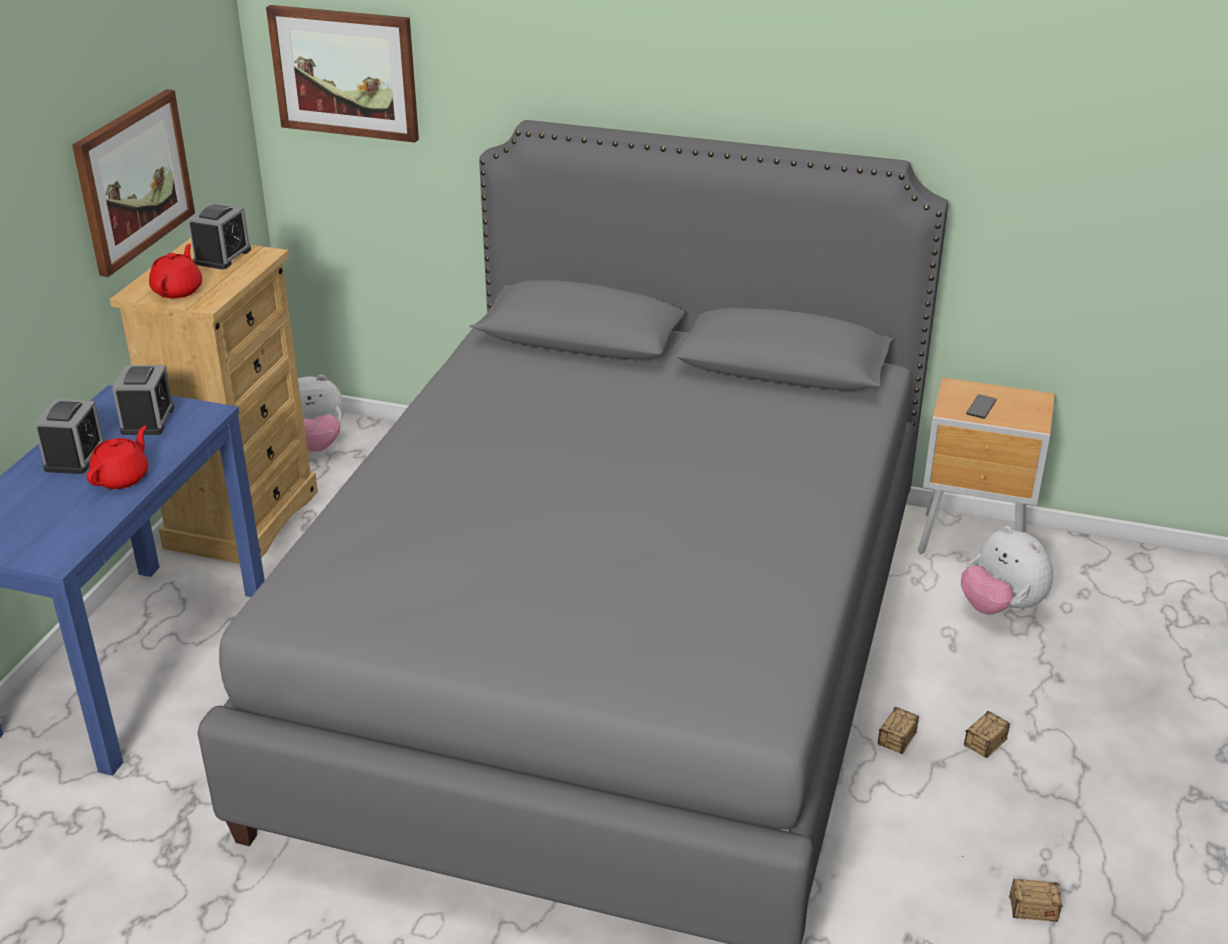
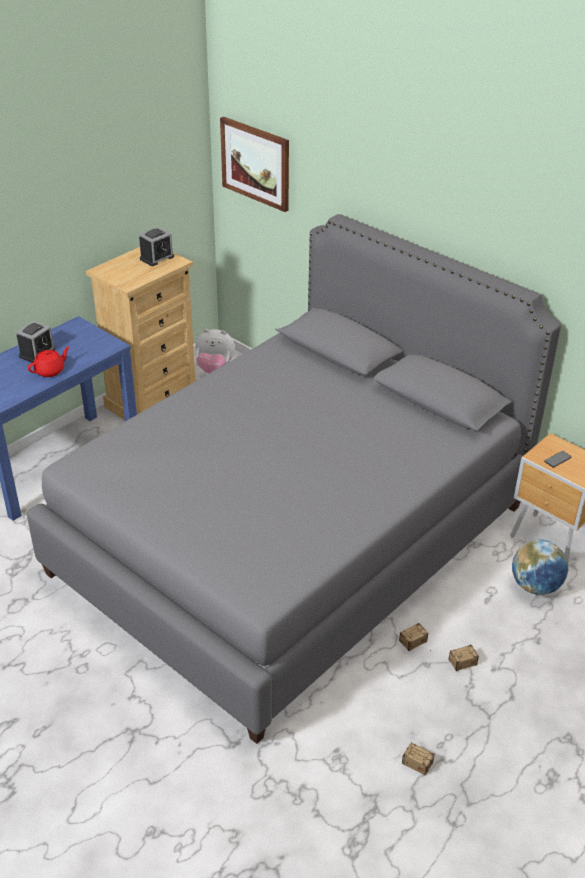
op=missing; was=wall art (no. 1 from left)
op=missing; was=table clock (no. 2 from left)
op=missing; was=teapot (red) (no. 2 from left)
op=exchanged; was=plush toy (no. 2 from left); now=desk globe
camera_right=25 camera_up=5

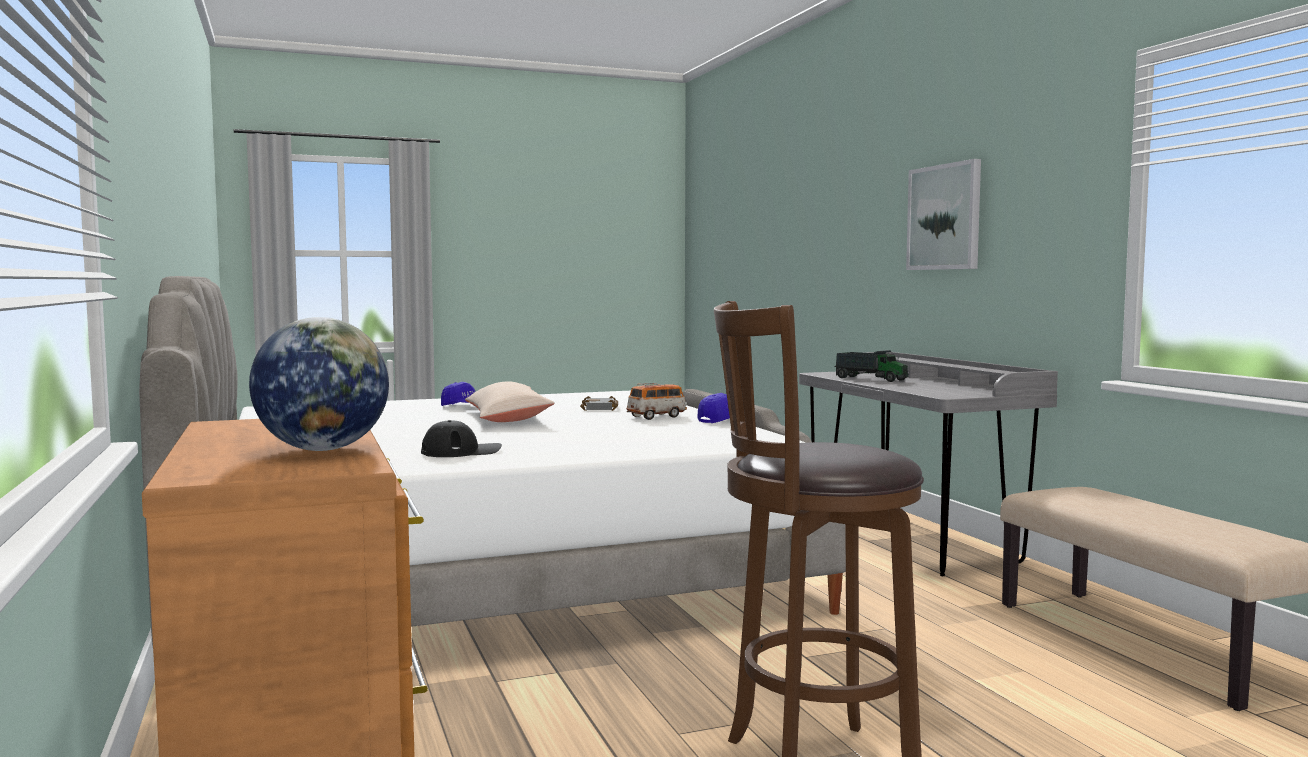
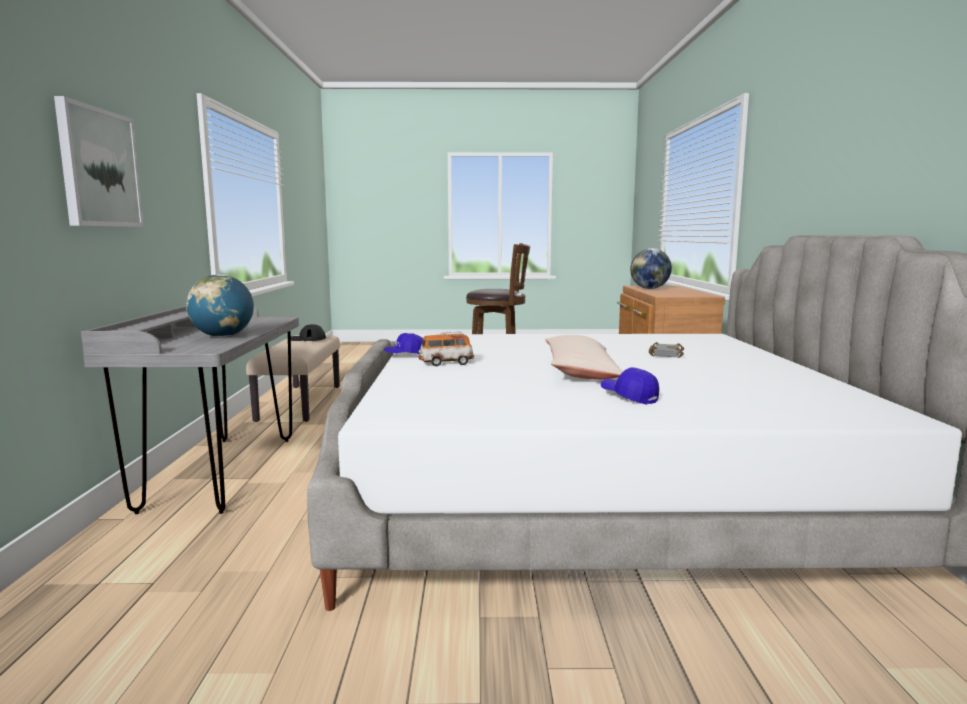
op=relocated; was=baseball cap (black-coloured)
op=relocated; was=bound book (gray)
op=exchanged; was=toy lorry; now=desk globe (no. 1 from left)
camera_right=-160 camera_up=5

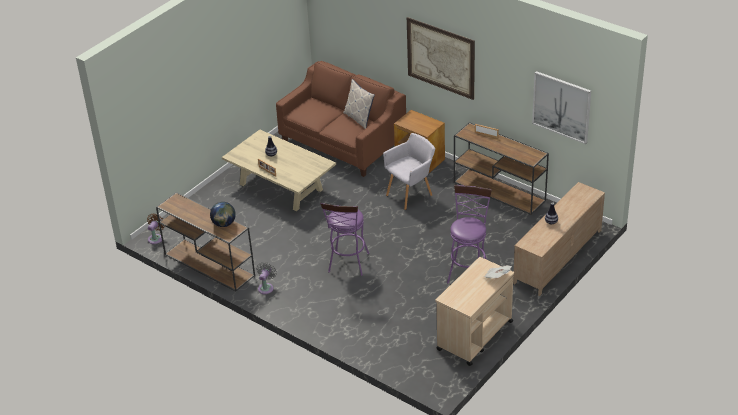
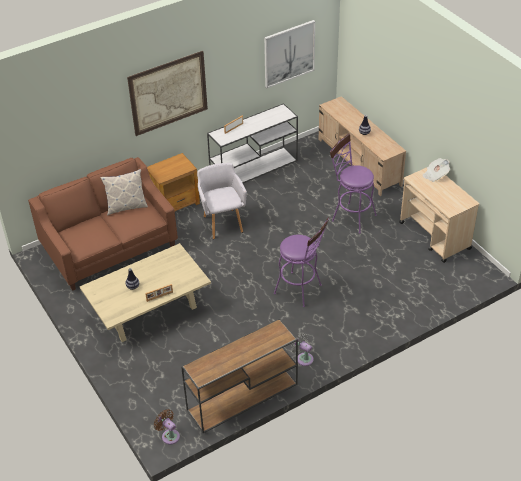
op=missing; was=desk globe
op=colour; was=console table (brown) (no. 2 from left); now=console table (whitish)
camera_right=-70 camera_up=5

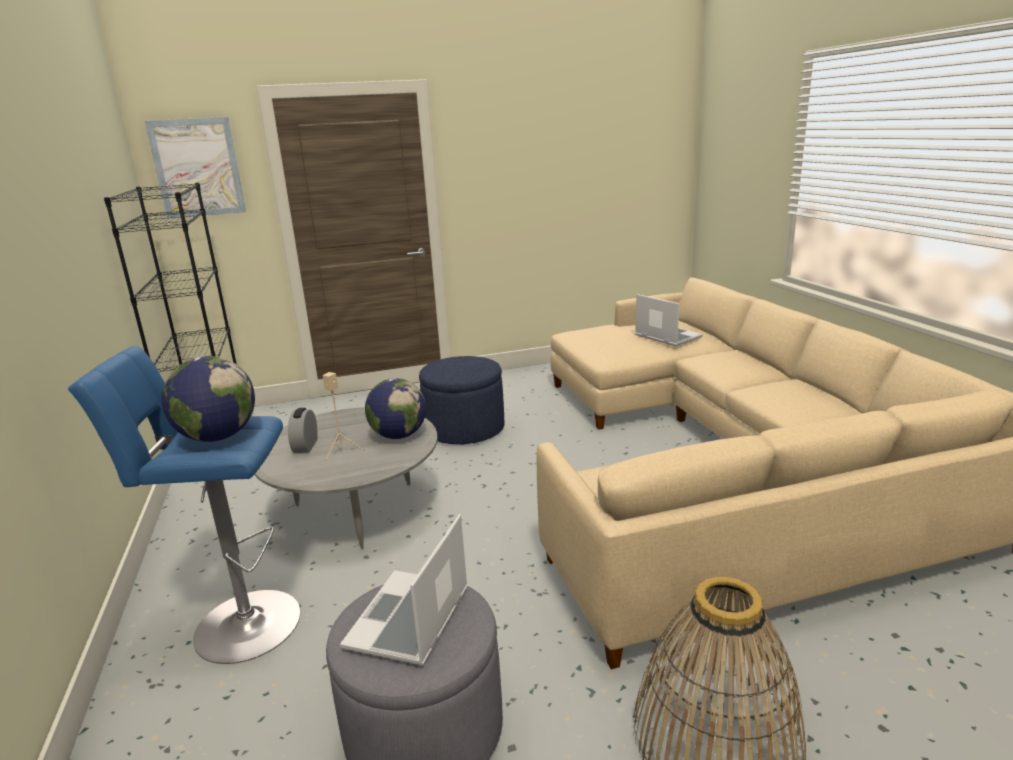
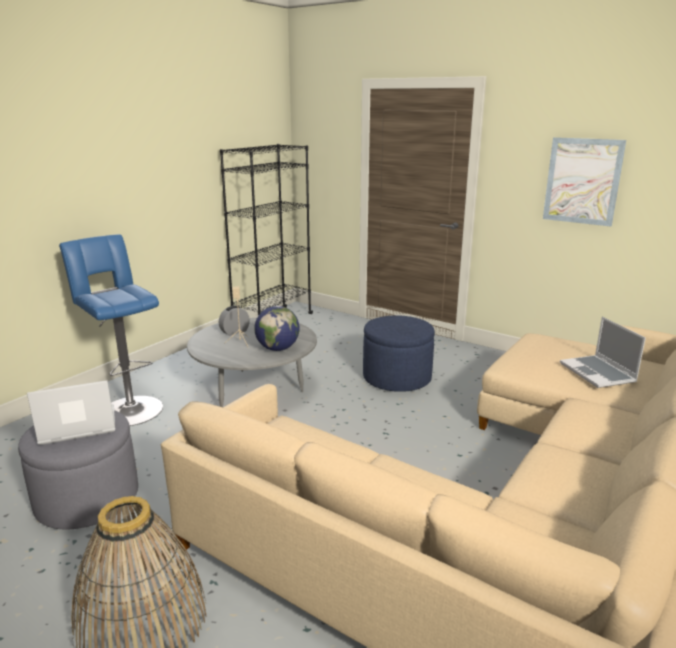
op=relocated; was=wall art
op=missing; was=desk globe (no. 1 from left)
op=spun; was=laptop (no. 2 from left); clockwise=150
camera_right=50 camera_up=0

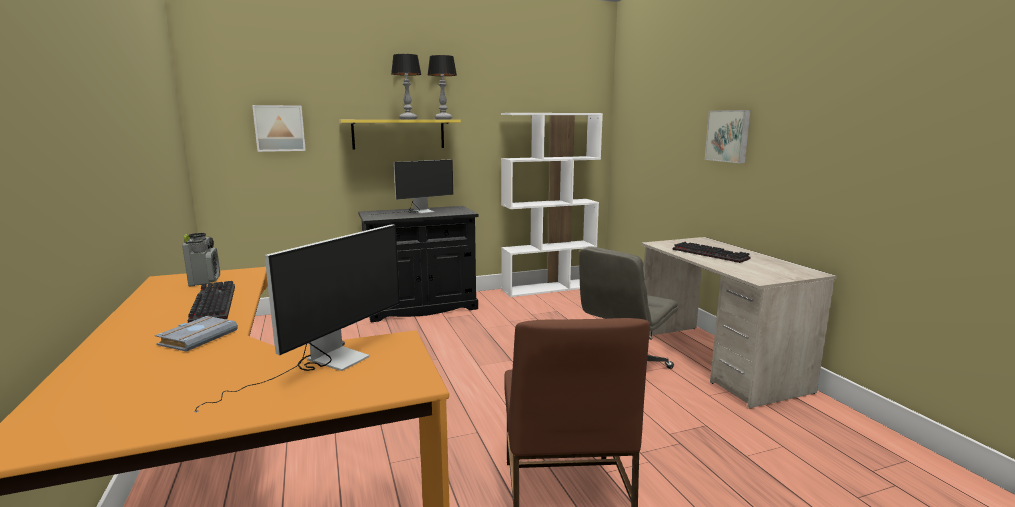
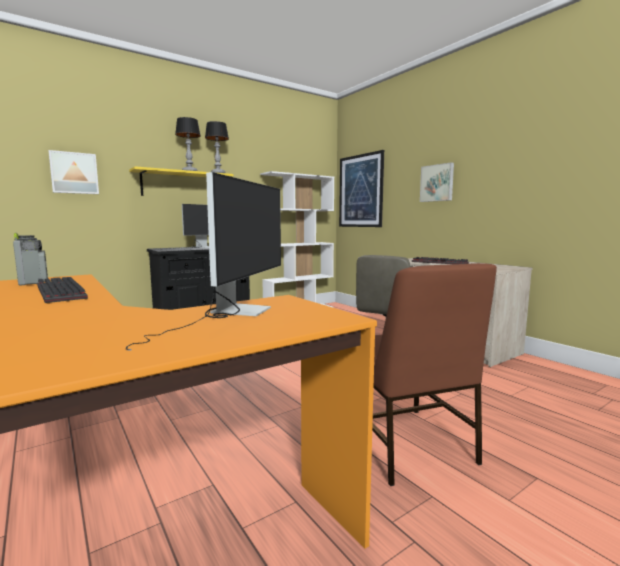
op=missing; was=bound book (gray)
op=appeared; now=wall art (no. 2 from left)
camera_right=-15 camera_up=-5

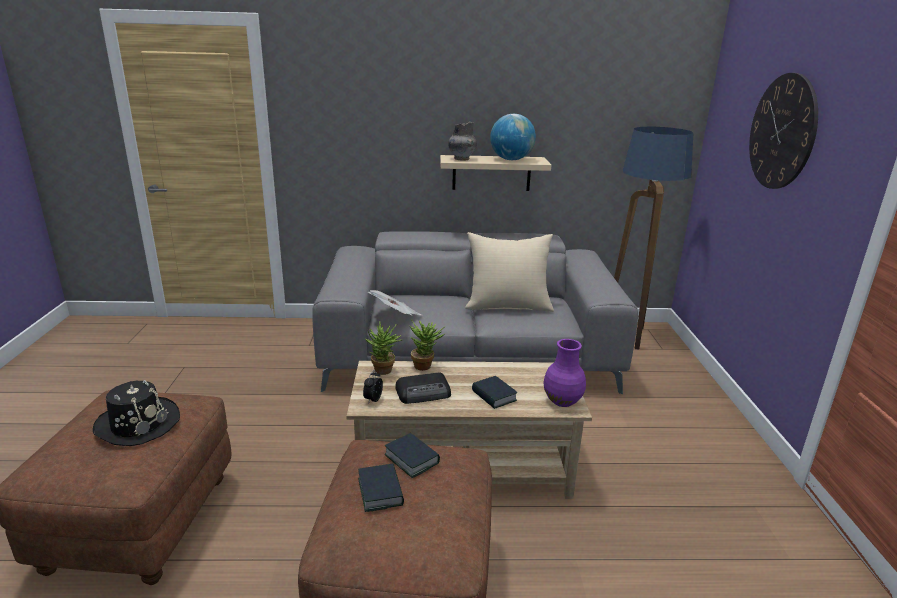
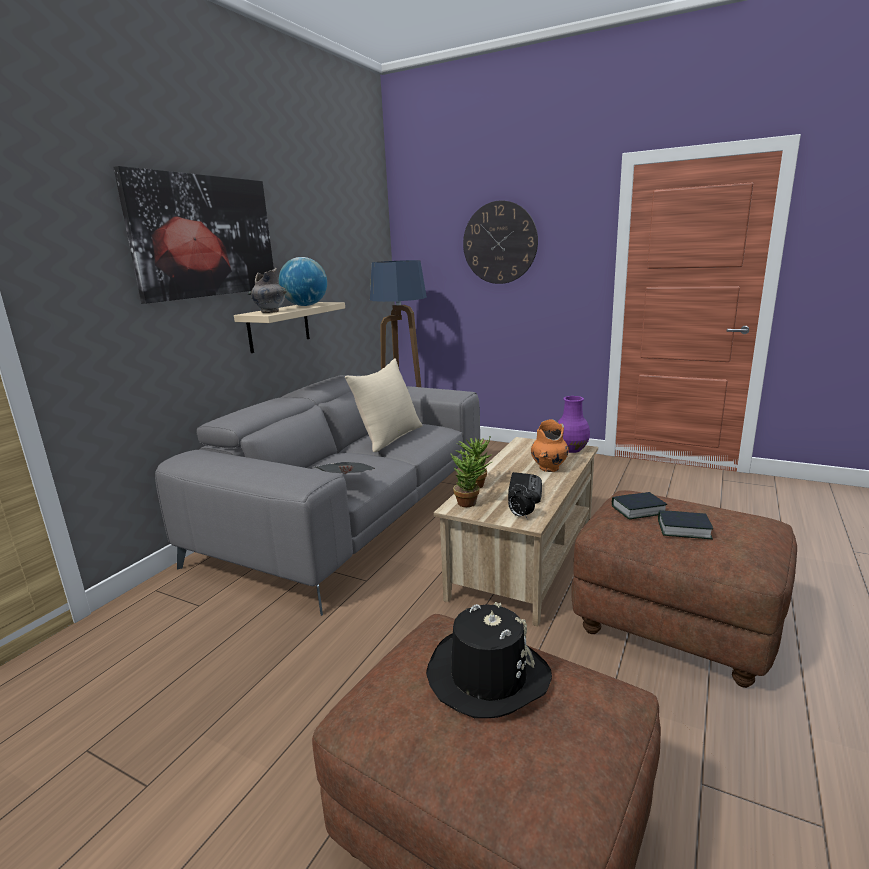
op=exchanged; was=bound book (no. 3 from left); now=flower vase (orangey)
op=appeared; now=wall art
camera_right=-60 camera_up=-5

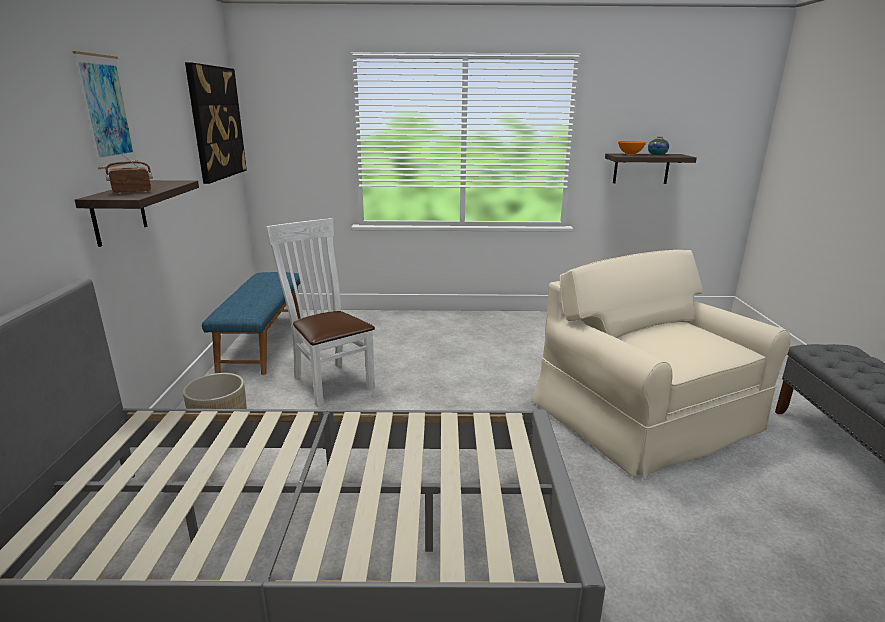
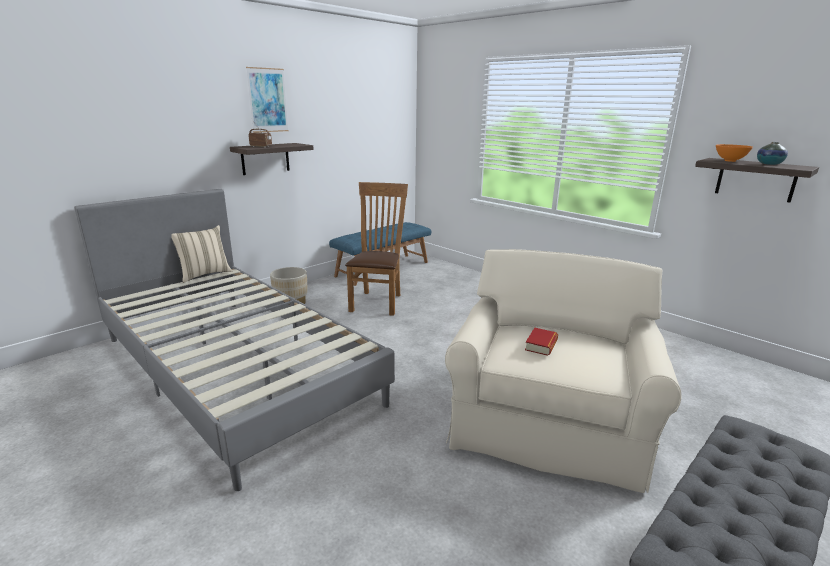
op=missing; was=wall art (no. 2 from left)
op=colour; was=plain chair (whitish); now=plain chair (brown)
op=appeared; now=throw pillow (beige)
op=appeared; now=bound book
camera_right=45 camera_up=0

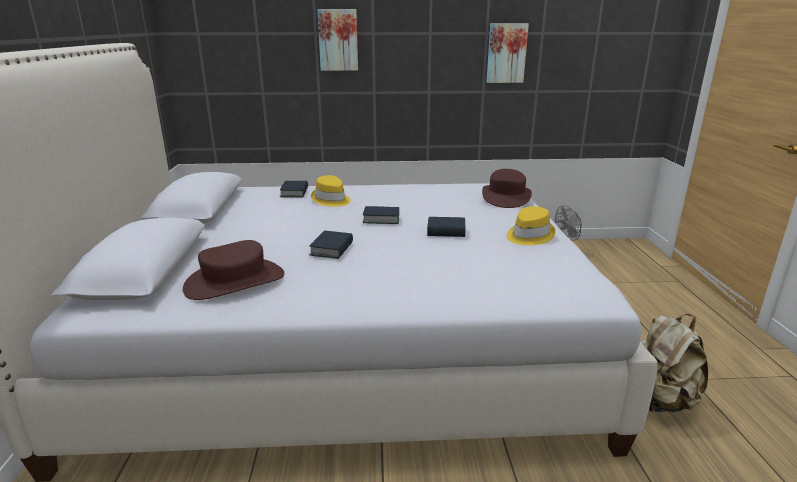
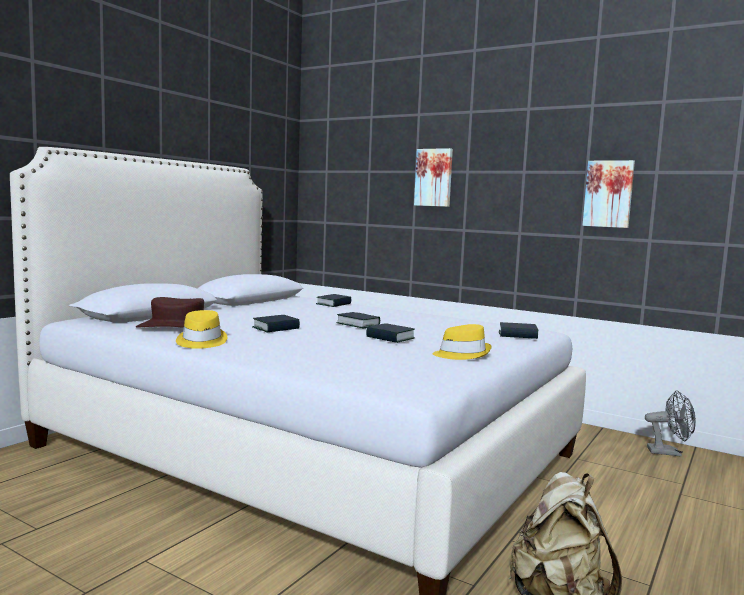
op=relocated; was=hat (yellowish) (no. 1 from left)
op=exchanged; was=hat (brown) (no. 2 from left); now=bound book (no. 5 from left)
camera_right=35 camera_up=-15

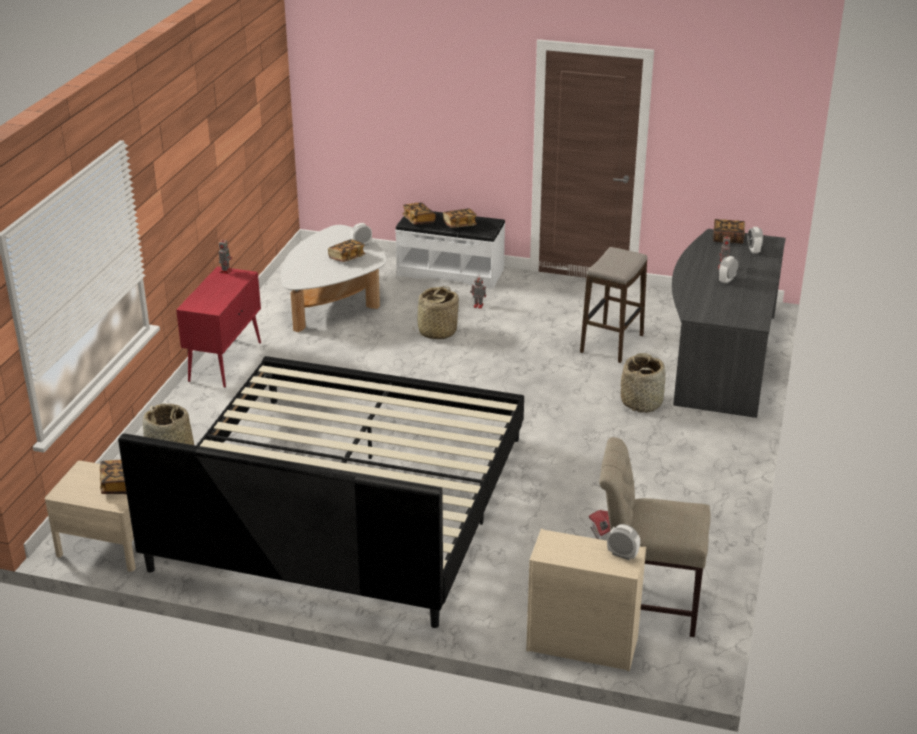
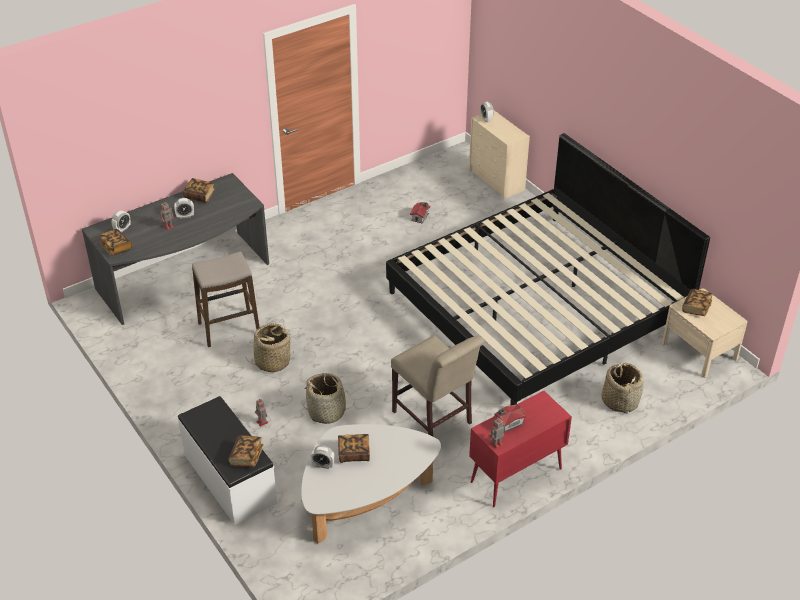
op=relocated; was=bound book (no. 4 from left in the first image); now=bound book (no. 2 from left)
op=relocated; was=plain chair (beige)
op=relocated; was=household basket (no. 3 from left in the first image); now=household basket (no. 1 from left)
op=appeared; now=miniature house (no. 2 from left)
camera_right=-140 camera_up=10

